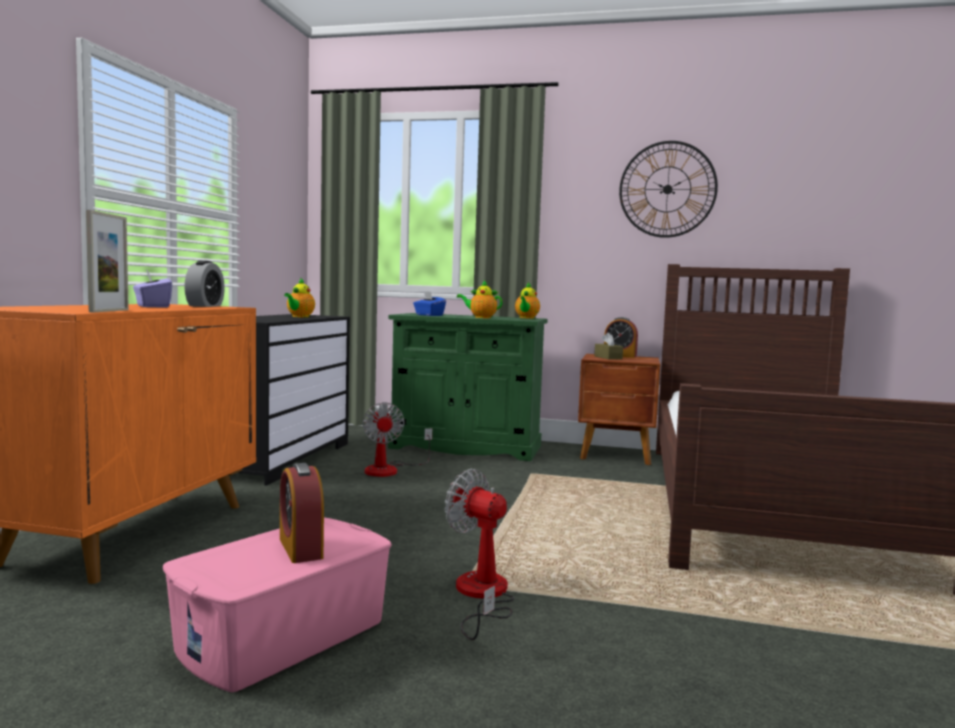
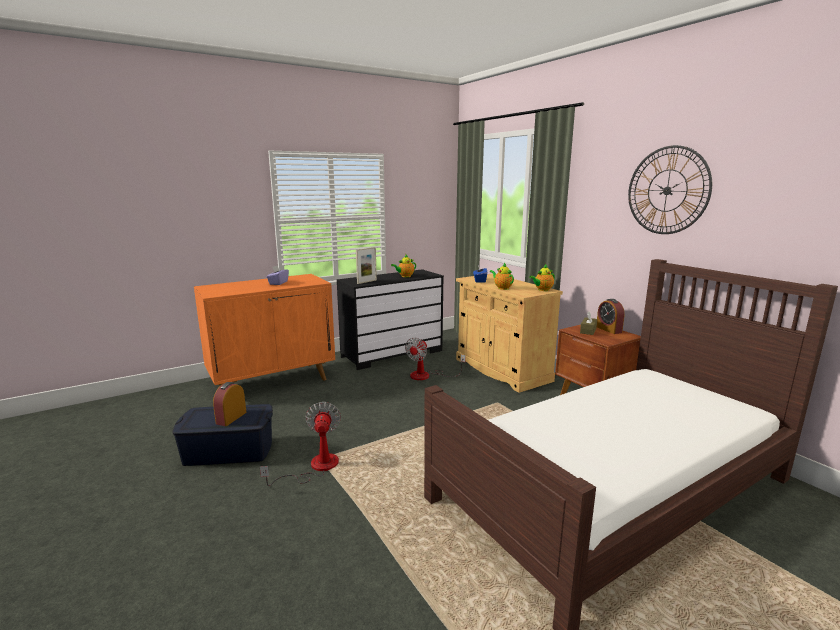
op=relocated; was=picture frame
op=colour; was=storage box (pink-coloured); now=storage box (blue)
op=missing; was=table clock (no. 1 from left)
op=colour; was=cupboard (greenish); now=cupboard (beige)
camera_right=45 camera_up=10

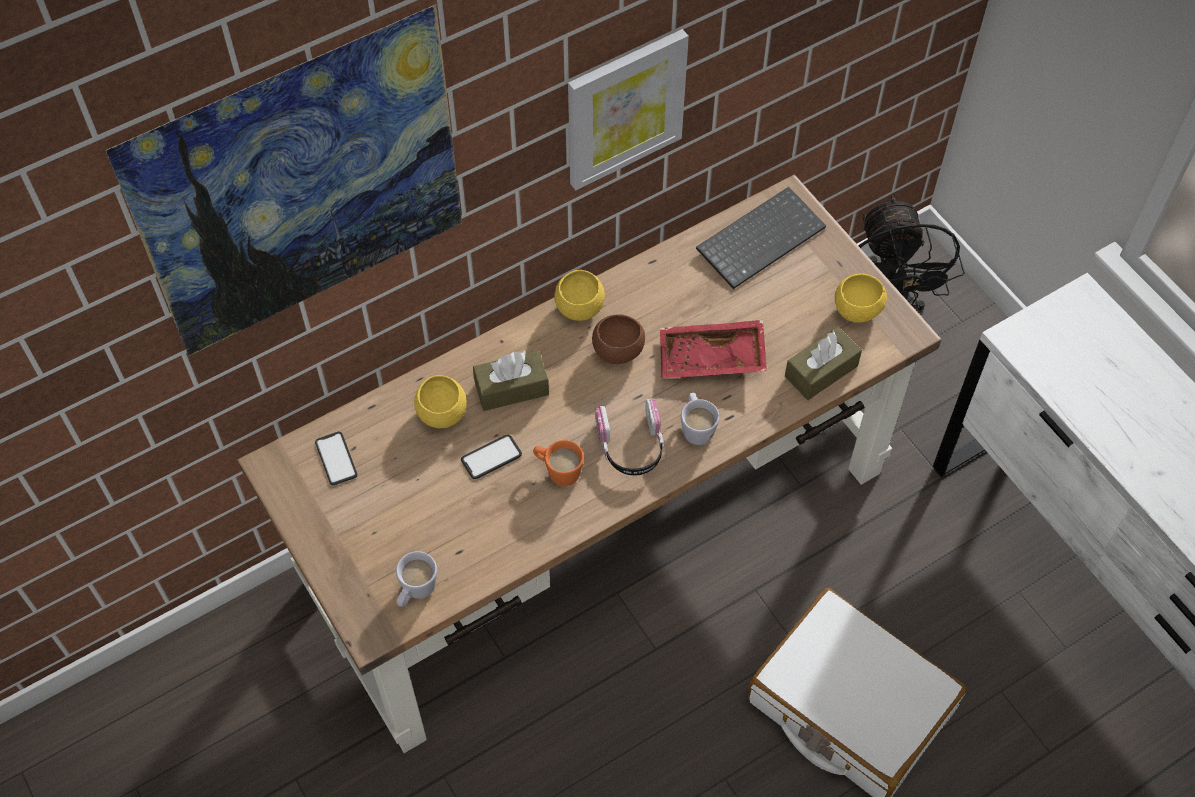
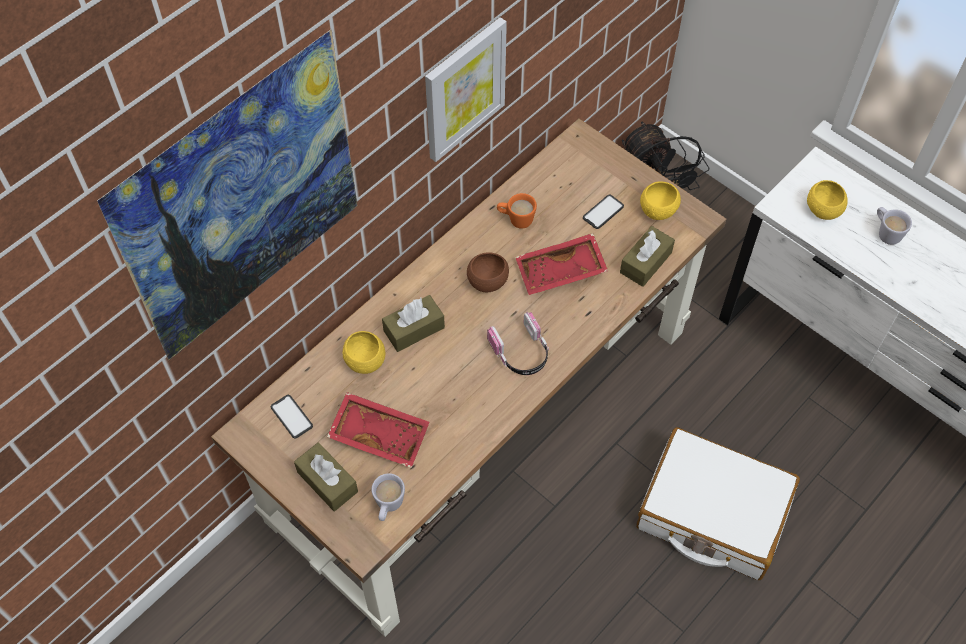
op=relocated; was=telephone (no. 2 from left)
op=relocated; was=mug (orangey)
op=relocated; was=bowl (yellowish) (no. 2 from left in the first image); now=bowl (yellowish) (no. 3 from left)
op=relocated; was=mug (whitish) (no. 2 from left)
op=missing; was=keyboard
op=appeared; now=tissue holder (brown) (no. 1 from left)
op=appeared; now=tray (red) (no. 1 from left)
camera_right=-15 camera_up=0

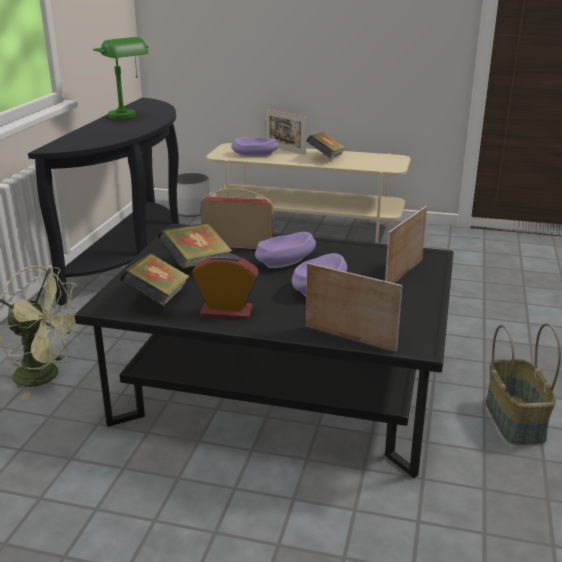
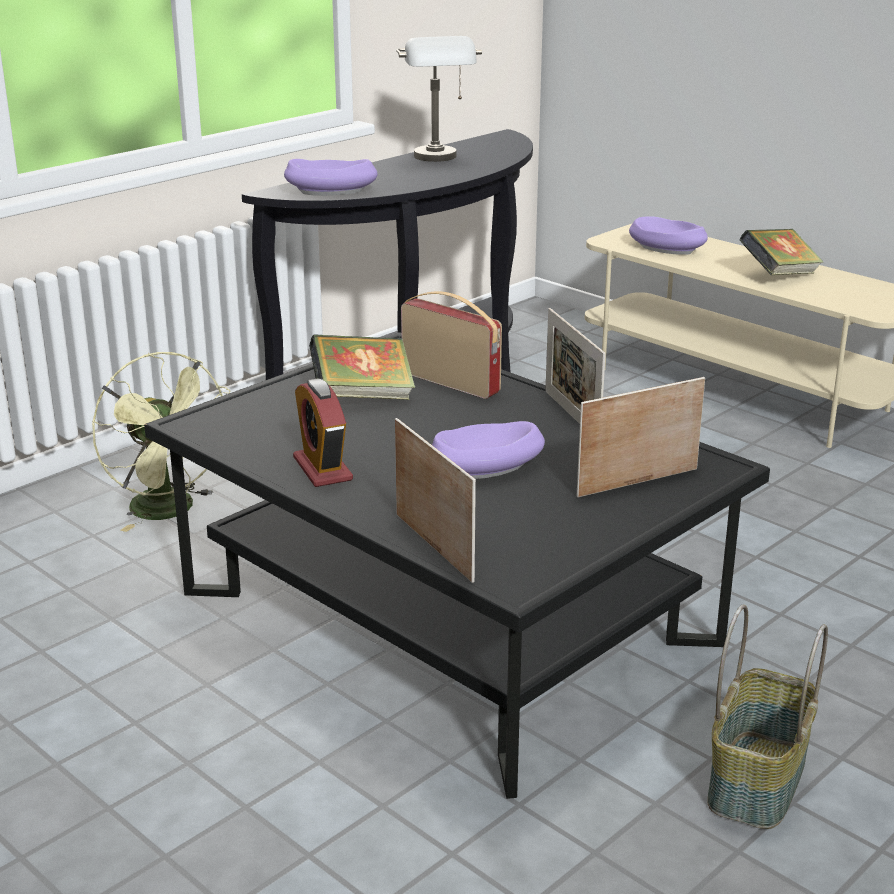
op=colour; was=table lamp (greenish); now=table lamp (gray)
op=missing; was=bound book (no. 1 from left)
op=missing; was=planter (whitish)
op=spun; was=table clock; clockwise=-150
op=relocated; was=bowl (purple) (no. 2 from left in the first image); now=bowl (purple) (no. 1 from left)
op=relocated; was=picture frame (no. 1 from left in the first image); now=picture frame (no. 2 from left)
camera_right=30 camera_up=0

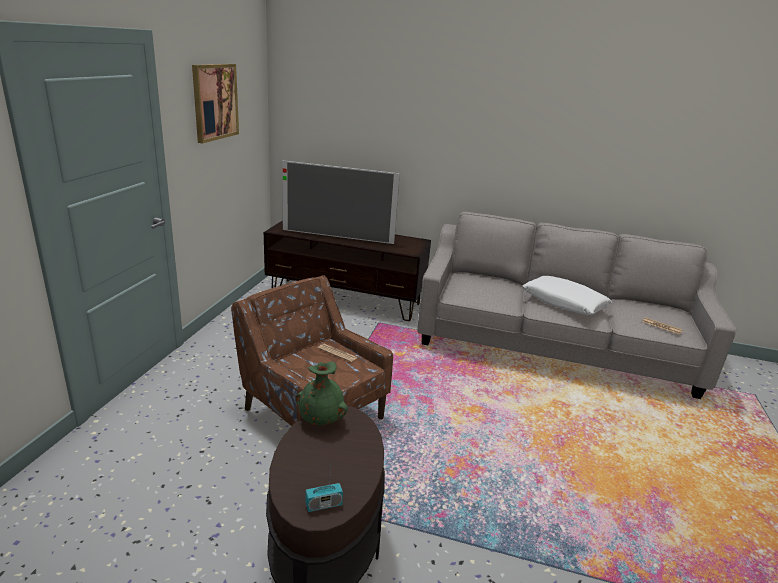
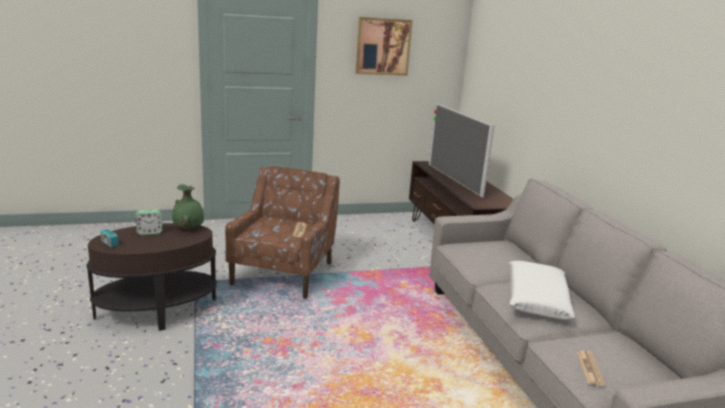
op=appeared; now=table clock
camera_right=60 camera_up=-5

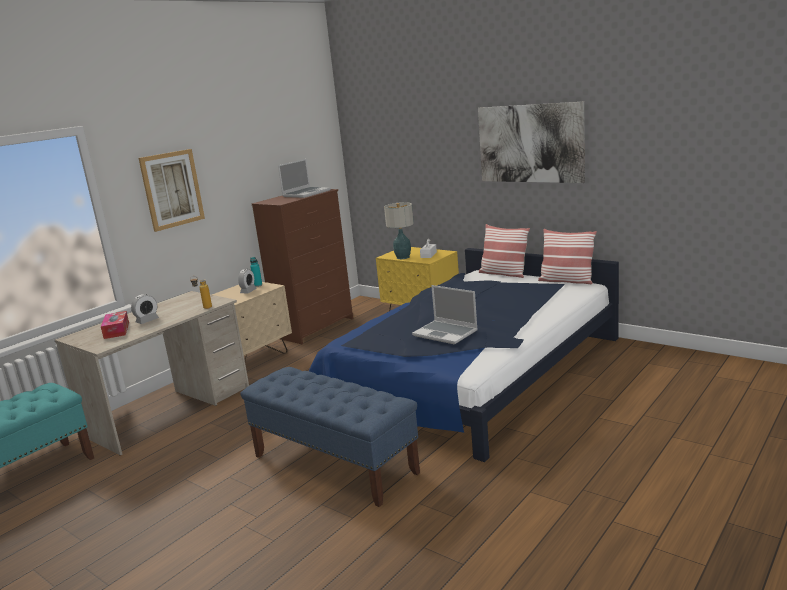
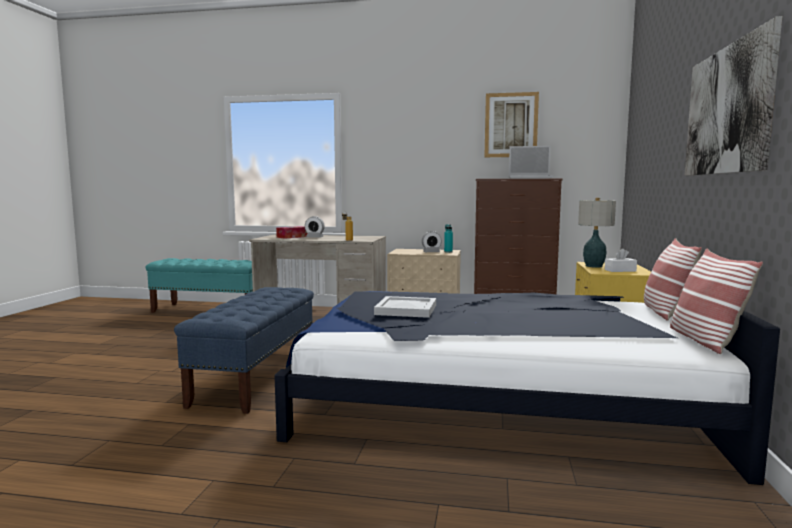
op=relocated; was=wall art (no. 1 from left)
op=exchanged; was=laptop (no. 2 from left); now=tray (whitish)
camera_right=60 camera_up=-10

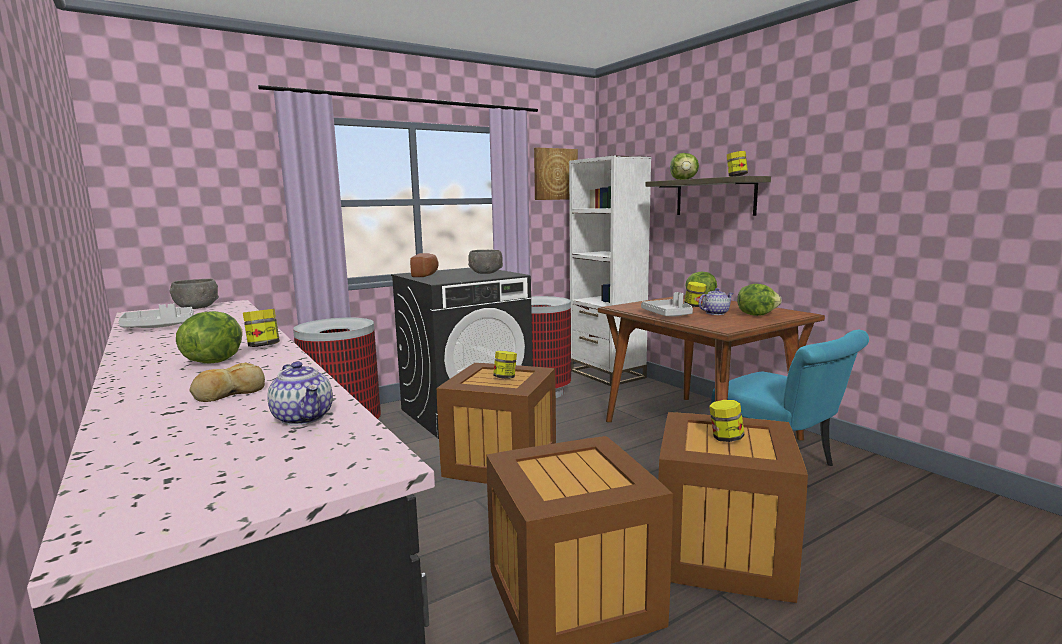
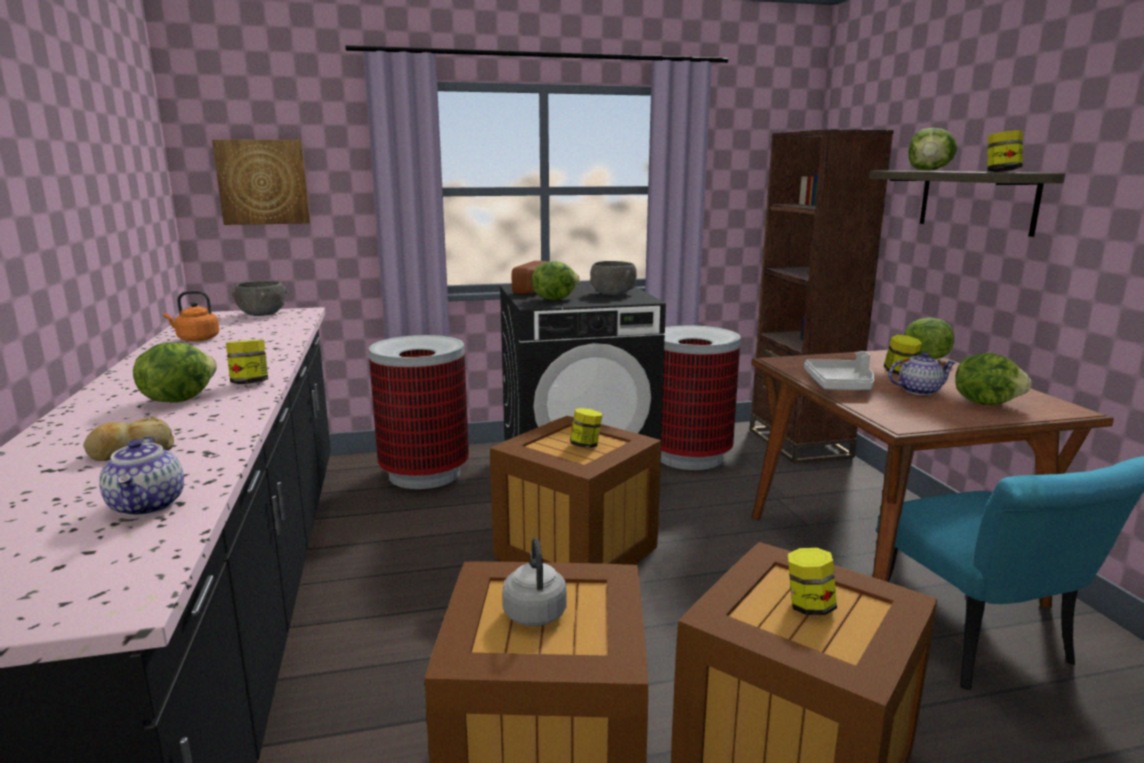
op=exchanged; was=tray (gray) (no. 1 from left); now=water kettle (orangey)
op=relocated; was=wall art
op=colour; was=bookcase (whitish); now=bookcase (brown)
op=appeared; now=water kettle (gray)
op=appeared; now=head of lettuce (no. 2 from left)
camera_right=20 camera_up=5

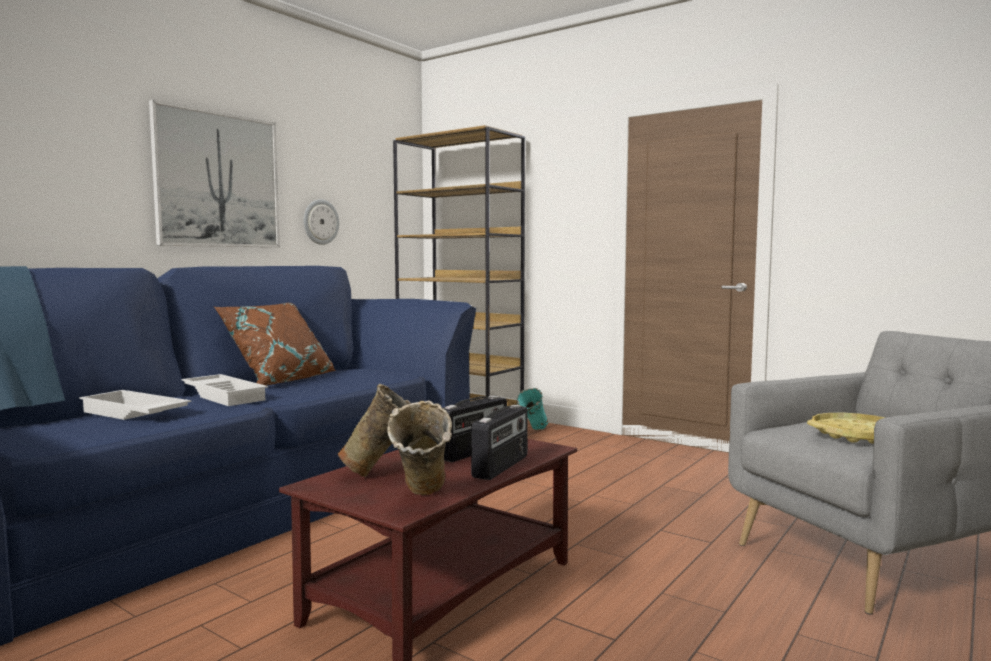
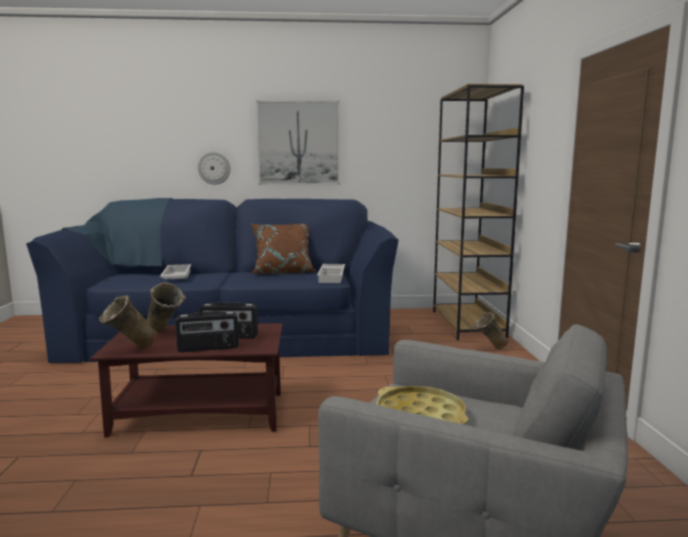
op=relocated; was=tray (whitish) (no. 2 from left)
op=relocated; was=clock on the wall
op=colour; was=flower vase (turquoise); now=flower vase (beige) (no. 3 from left)
camera_right=50 camera_up=5

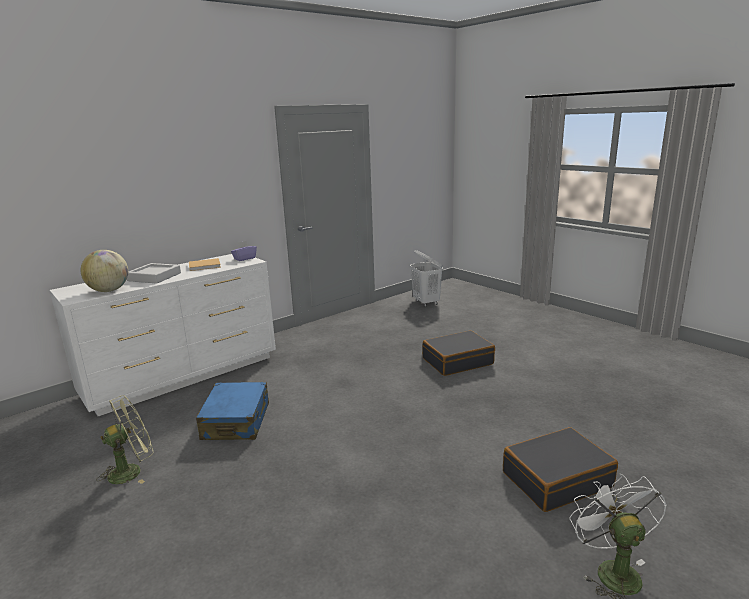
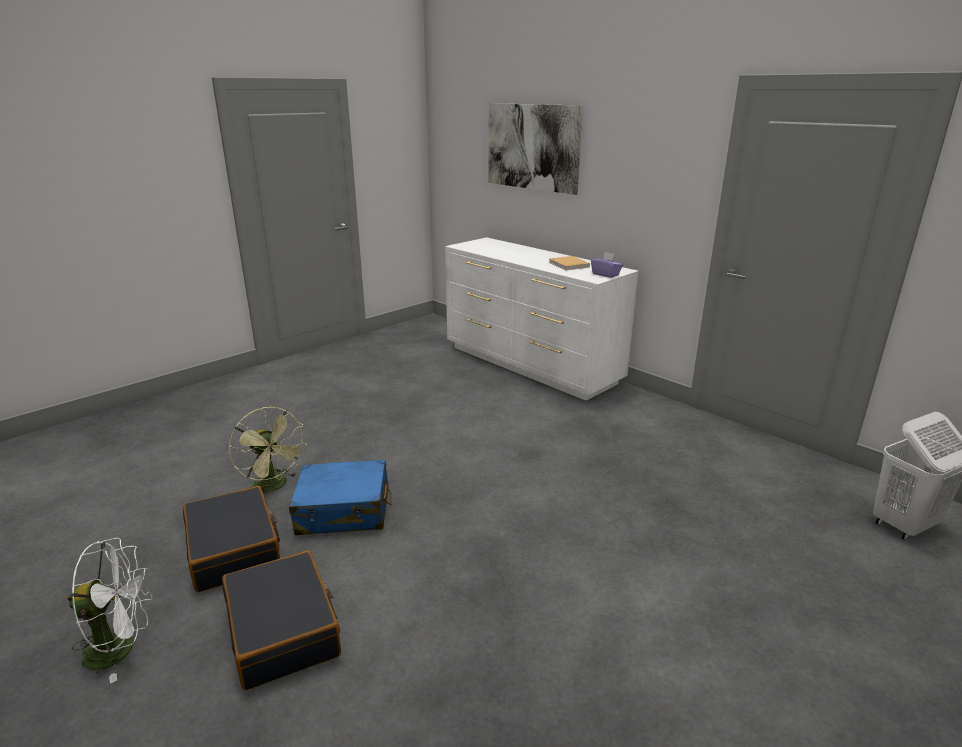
op=missing; was=desk globe
op=relocated; was=cooling fan (greenish)
op=missing; was=tray (gray)
op=relocated; was=travel case (blue)
op=relocated; was=travel case (black-coloured) (no. 1 from left)
op=appeared; now=wall art
camera_right=85 camera_up=5

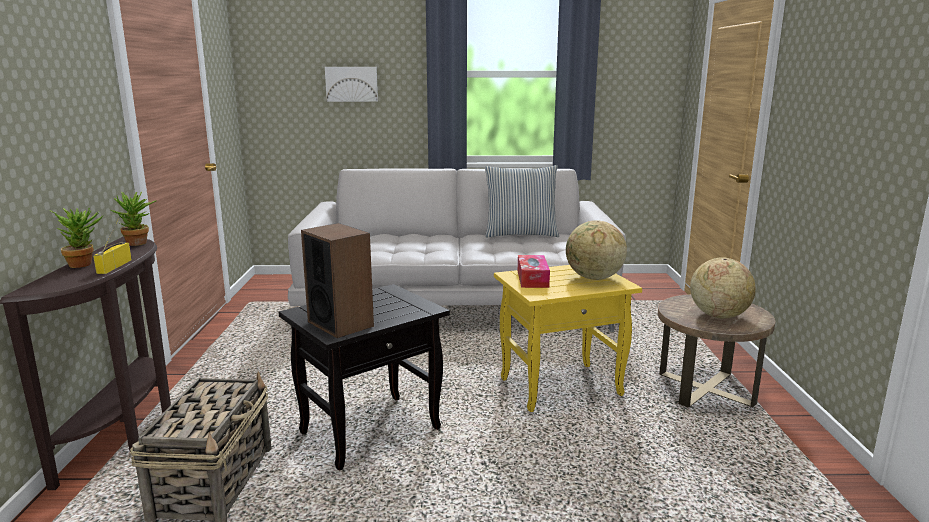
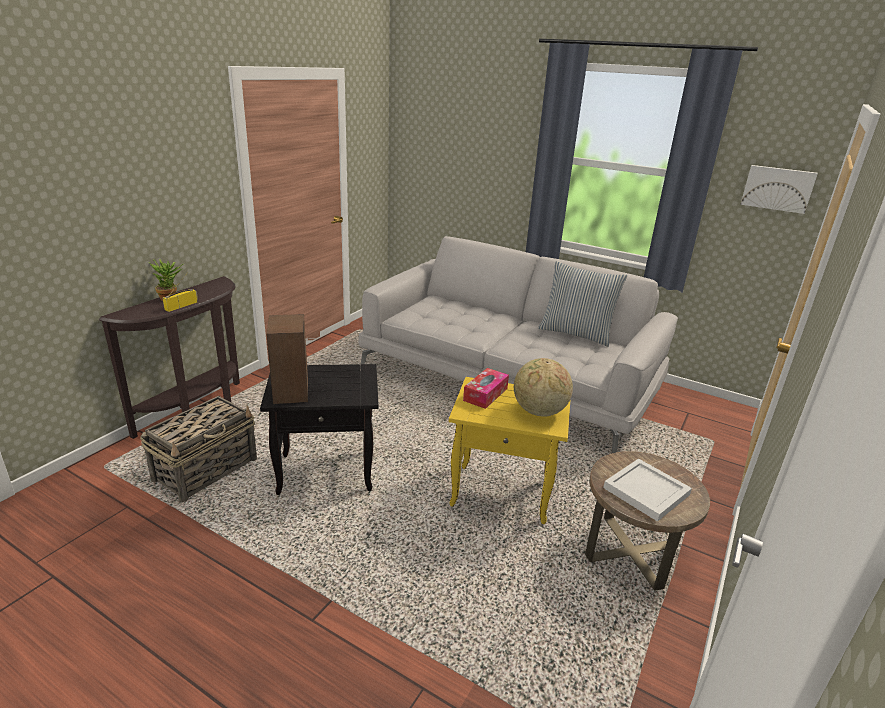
op=missing; was=potted plant (no. 2 from left)
op=relocated; was=wall art
op=exchanged; was=desk globe (no. 2 from left); now=tray (whitish)
camera_right=30 camera_up=10

